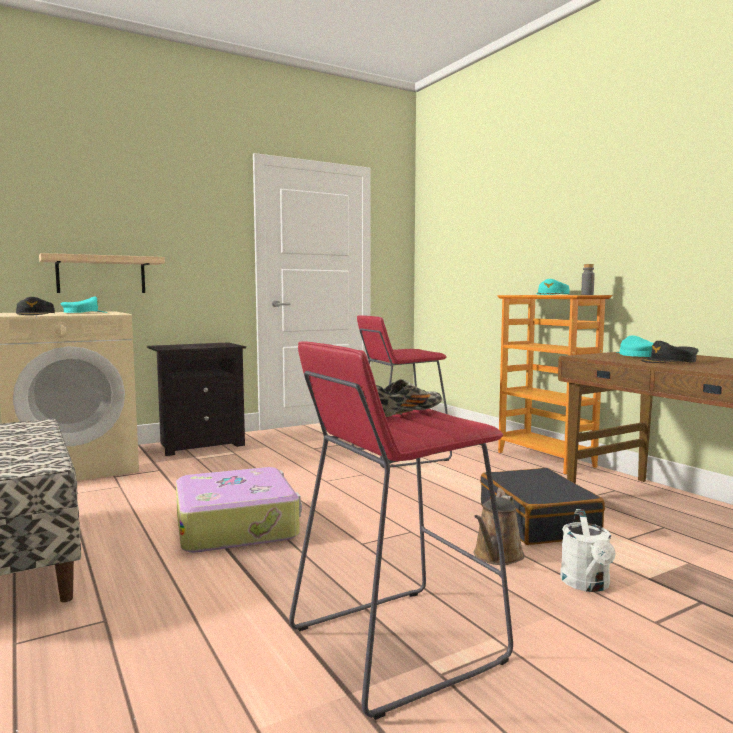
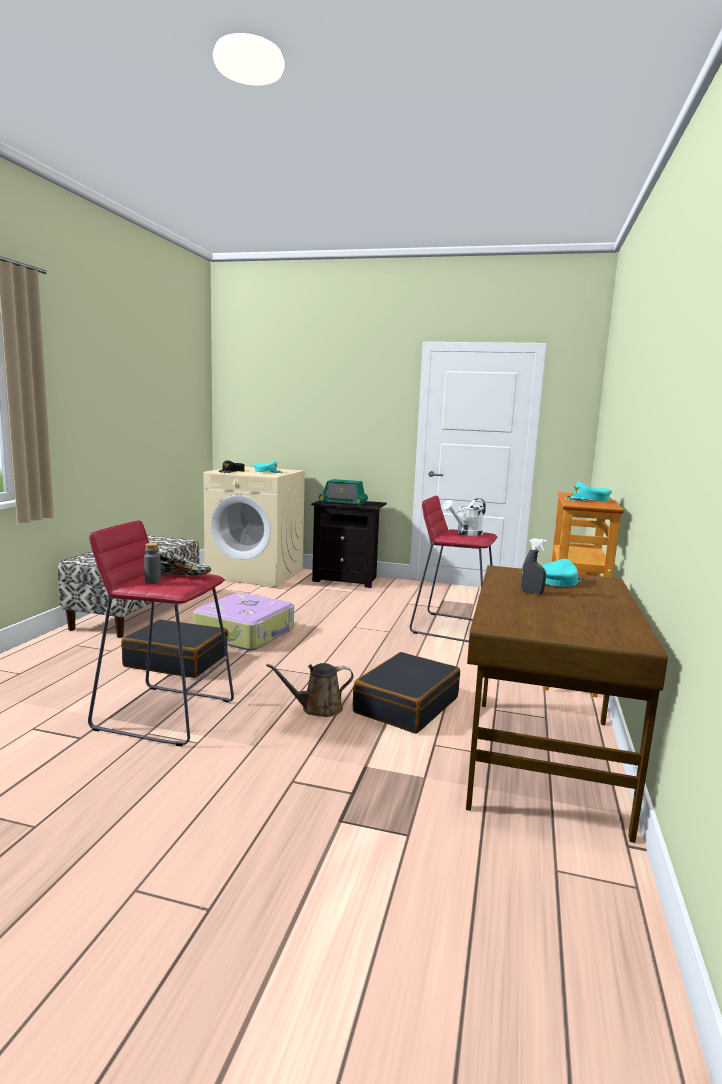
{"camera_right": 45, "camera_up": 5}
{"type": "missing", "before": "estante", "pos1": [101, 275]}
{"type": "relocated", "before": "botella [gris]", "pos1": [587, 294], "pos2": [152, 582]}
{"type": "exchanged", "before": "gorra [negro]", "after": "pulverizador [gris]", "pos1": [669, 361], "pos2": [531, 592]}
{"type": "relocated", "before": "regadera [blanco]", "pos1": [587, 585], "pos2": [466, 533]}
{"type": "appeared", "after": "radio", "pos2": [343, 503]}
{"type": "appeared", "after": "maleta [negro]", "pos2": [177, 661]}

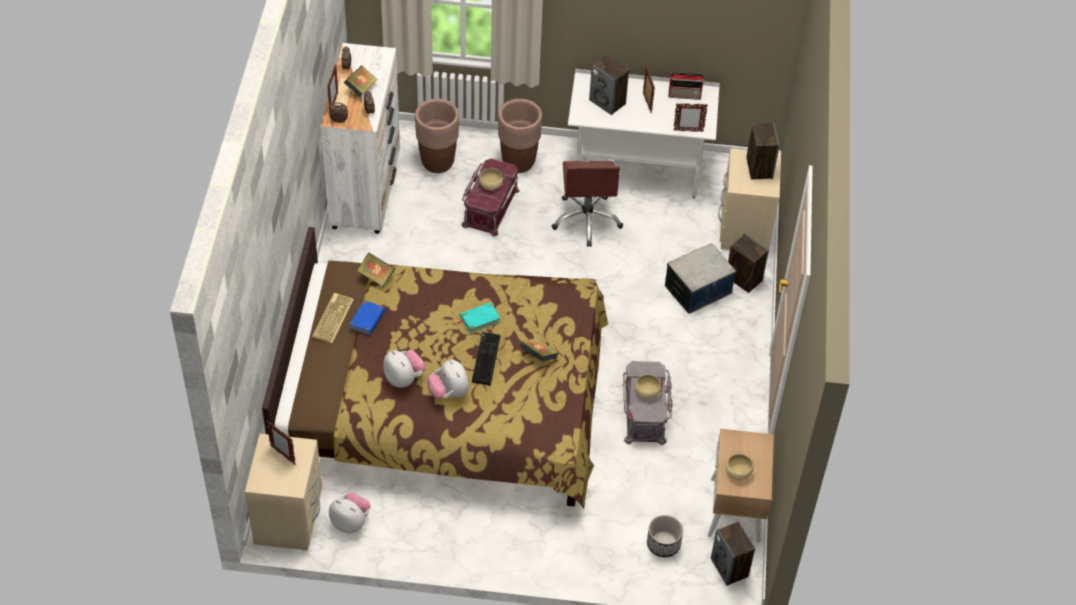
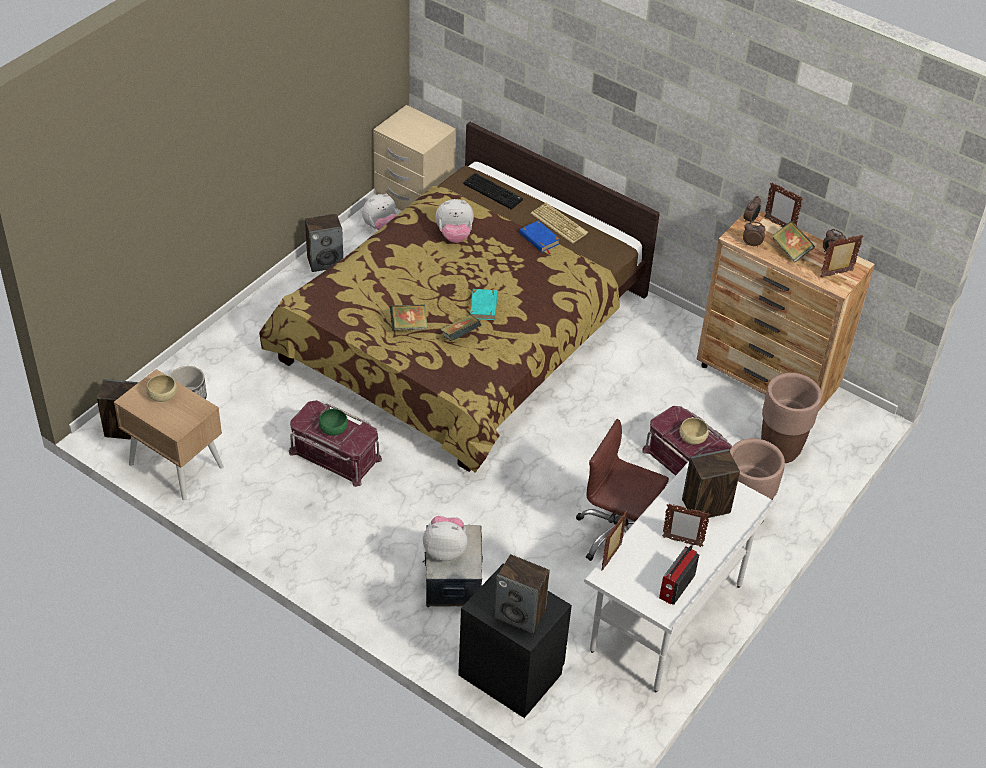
{"camera_right": 120, "camera_up": -5}
{"type": "colour", "before": "cómoda [blanco]", "after": "cómoda [marrón]", "pos1": [366, 191], "pos2": [767, 379]}
{"type": "colour", "before": "mesita de noche [beis]", "after": "mesita de noche [negro]", "pos1": [743, 229], "pos2": [511, 673]}
{"type": "relocated", "before": "altavoz", "pos1": [743, 279], "pos2": [325, 261]}
{"type": "relocated", "before": "libro", "pos1": [376, 276], "pos2": [460, 336]}
{"type": "relocated", "before": "teclado", "pos1": [485, 358], "pos2": [494, 192]}
{"type": "relocated", "before": "peluche", "pos1": [449, 392], "pos2": [445, 550]}
{"type": "colour", "before": "caja de almacenaje [gris]", "after": "caja de almacenaje [rojo]", "pos1": [645, 413], "pos2": [334, 456]}
{"type": "colour", "before": "cuenco [beis]", "after": "cuenco [verde]", "pos1": [647, 391], "pos2": [333, 428]}
{"type": "relocated", "before": "portarretratos", "pos1": [283, 455], "pos2": [837, 274]}

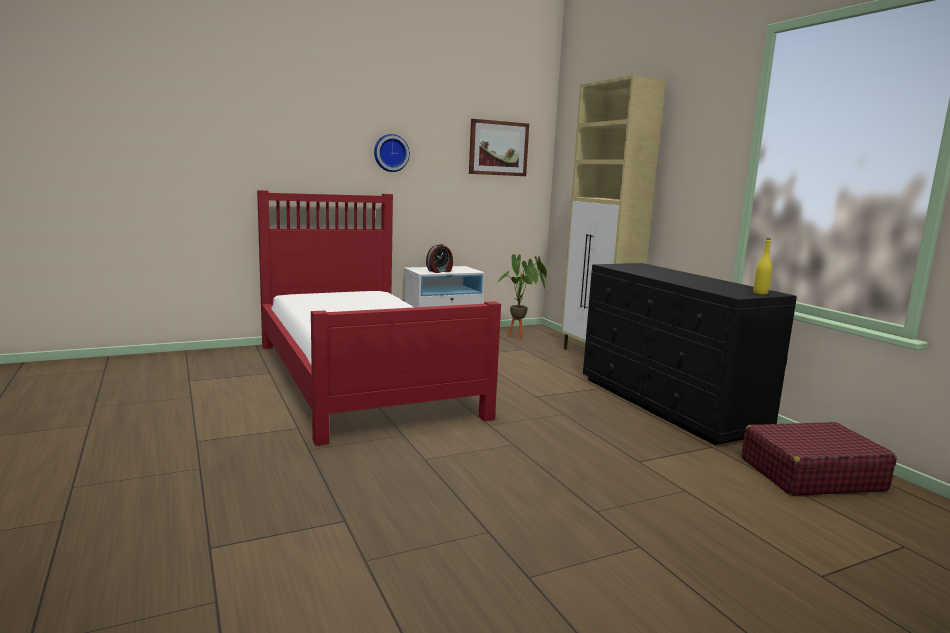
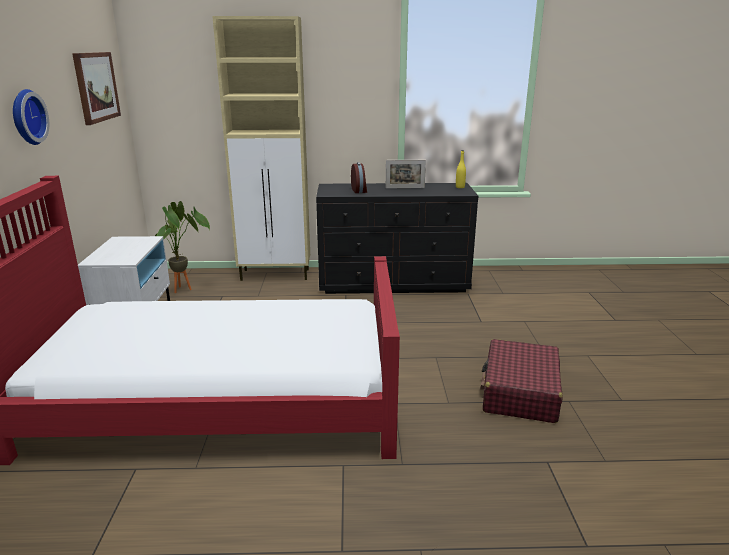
{"camera_right": -65, "camera_up": 10}
{"type": "relocated", "before": "despertador", "pos1": [440, 271], "pos2": [359, 190]}
{"type": "relocated", "before": "maleta [rojo]", "pos1": [810, 474], "pos2": [520, 392]}
{"type": "appeared", "after": "portarretratos", "pos2": [405, 188]}

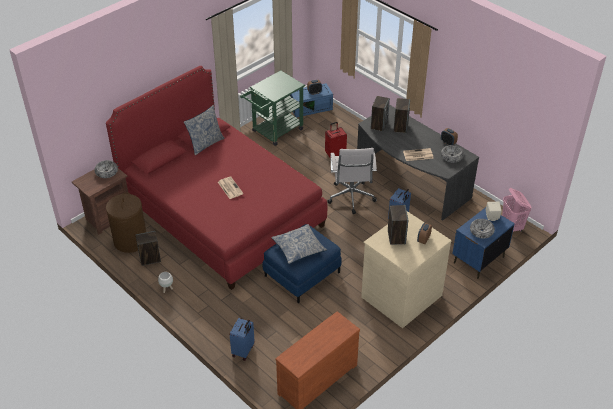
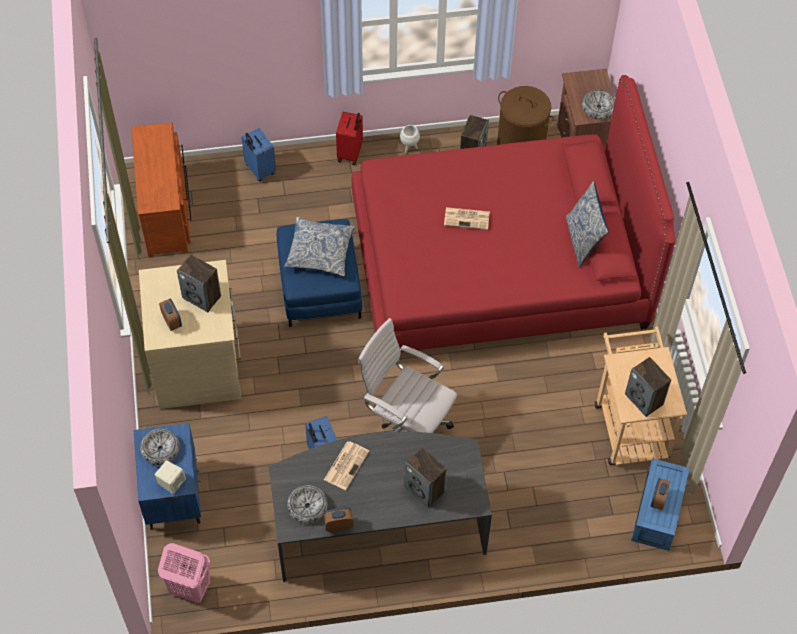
{"camera_right": 125, "camera_up": 15}
{"type": "colour", "before": "carrito [verde]", "after": "carrito [beis]", "pos1": [274, 132], "pos2": [629, 423]}
{"type": "relocated", "before": "altavoz", "pos1": [379, 125], "pos2": [644, 399]}
{"type": "relocated", "before": "maleta [rojo]", "pos1": [335, 155], "pos2": [350, 153]}

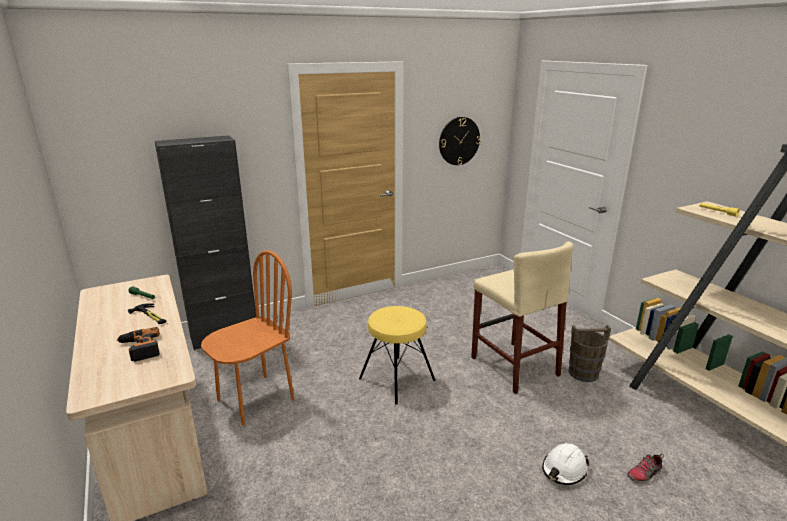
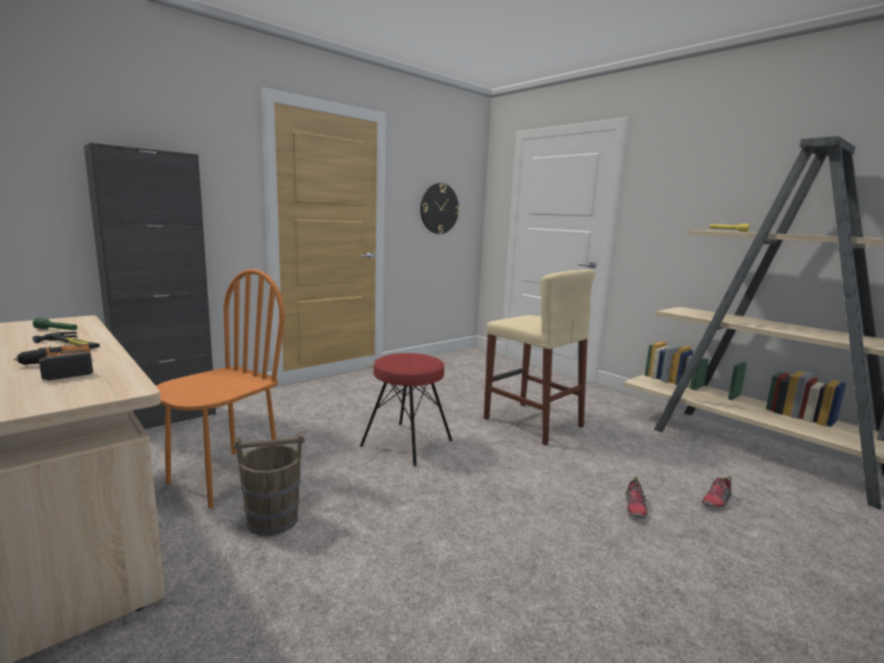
{"camera_right": -15, "camera_up": -10}
{"type": "colour", "before": "taburete [amarillo]", "after": "taburete [rojo]", "pos1": [397, 379], "pos2": [407, 443]}
{"type": "relocated", "before": "cubo [marrón]", "pos1": [583, 373], "pos2": [272, 520]}
{"type": "exchanged", "before": "casco [blanco]", "after": "zapato", "pos1": [564, 470], "pos2": [635, 508]}

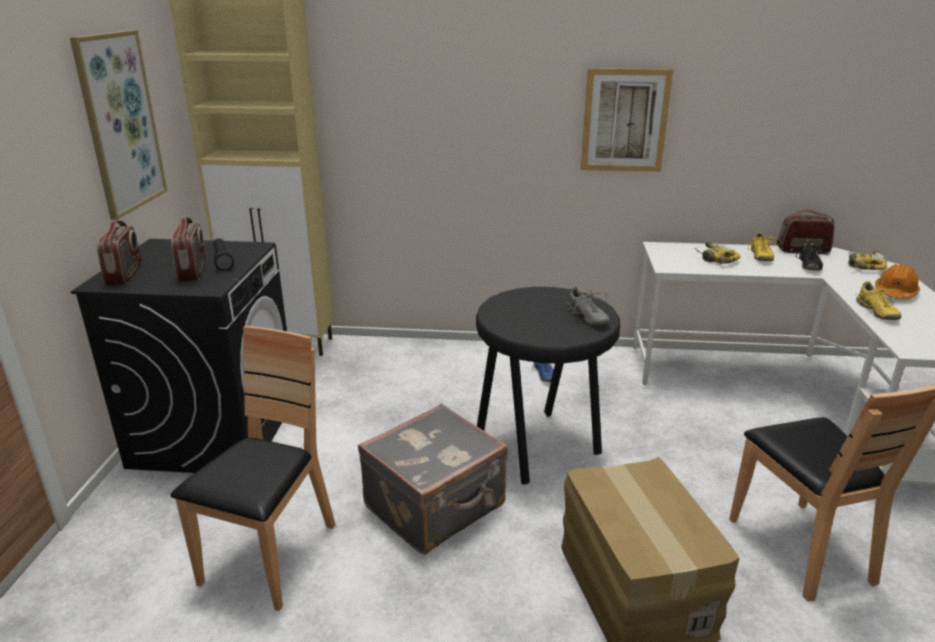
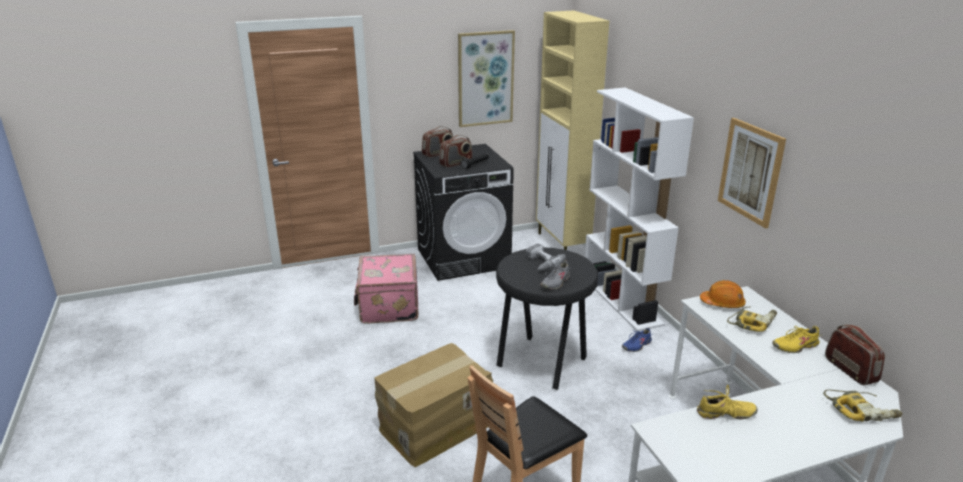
{"camera_right": 65, "camera_up": 0}
{"type": "missing", "before": "zapato [negro]", "pos1": [808, 265]}
{"type": "relocated", "before": "casco [naranja]", "pos1": [895, 293], "pos2": [722, 303]}
{"type": "spun", "before": "zapato [amarillo]", "pos1": [876, 312], "pos2": [725, 414], "turn": -150}
{"type": "exchanged", "before": "silla [marrón]", "after": "maleta [rosa]", "pos1": [270, 556], "pos2": [388, 307]}
{"type": "missing", "before": "maleta [gris]", "pos1": [436, 507]}
{"type": "appeared", "after": "estantería [blanco]", "pos2": [622, 300]}
{"type": "appeared", "after": "taladro", "pos2": [540, 262]}

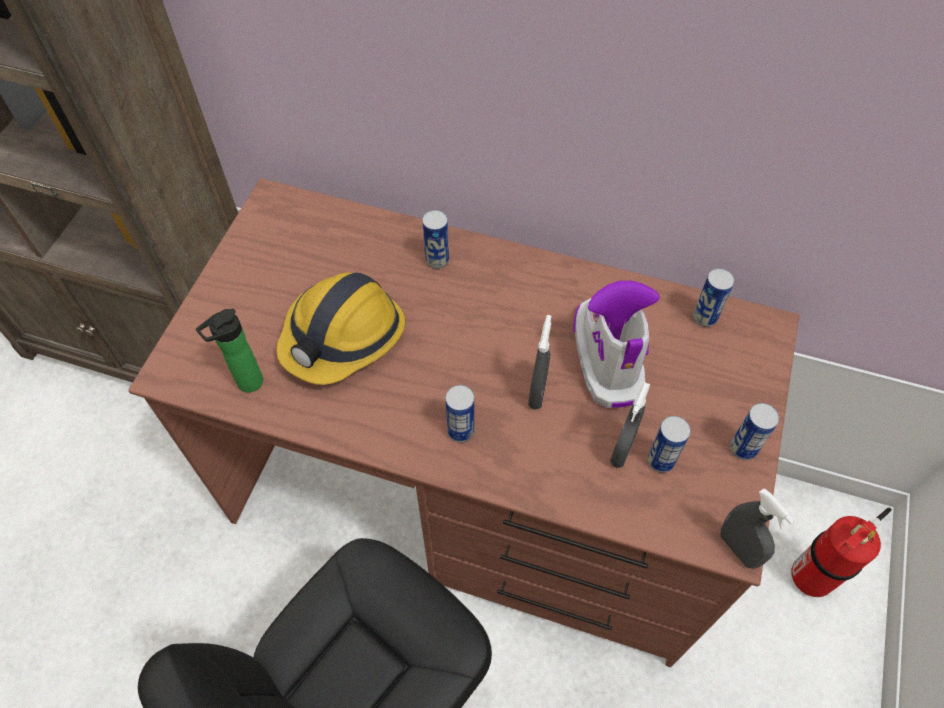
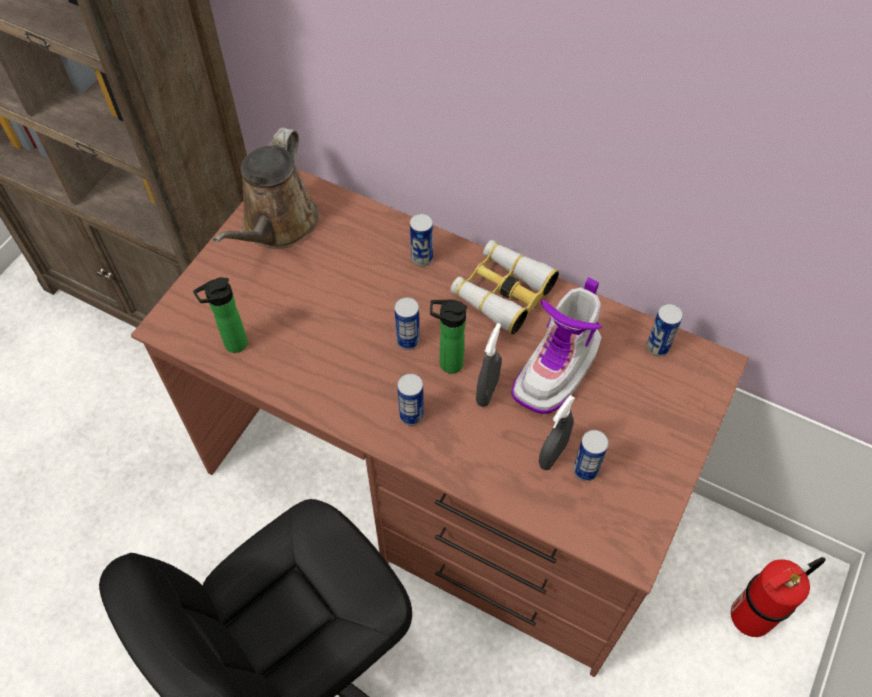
{"camera_right": 10, "camera_up": 0}
{"type": "missing", "before": "casco", "pos1": [343, 336]}
{"type": "spun", "before": "bota", "pos1": [606, 357], "pos2": [557, 369], "turn": -150}
{"type": "relocated", "before": "lata", "pos1": [743, 448], "pos2": [408, 341]}
{"type": "missing", "before": "pulverizador [gris]", "pos1": [738, 549]}
{"type": "appeared", "after": "regadera [marrón]", "pos2": [277, 226]}
{"type": "appeared", "after": "prismáticos", "pos2": [502, 292]}
{"type": "appeared", "after": "botella", "pos2": [447, 363]}

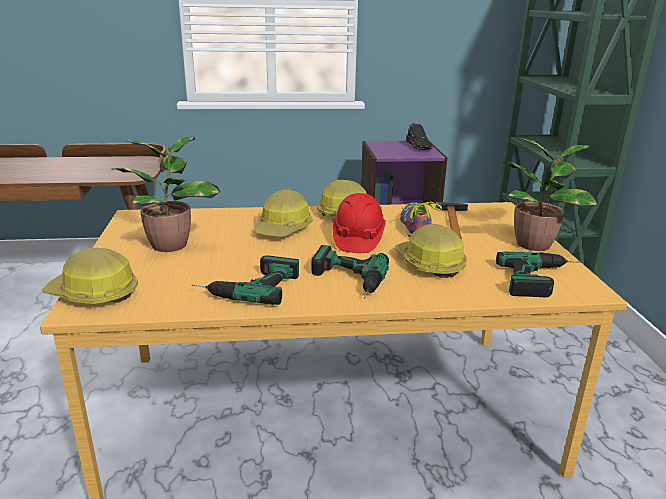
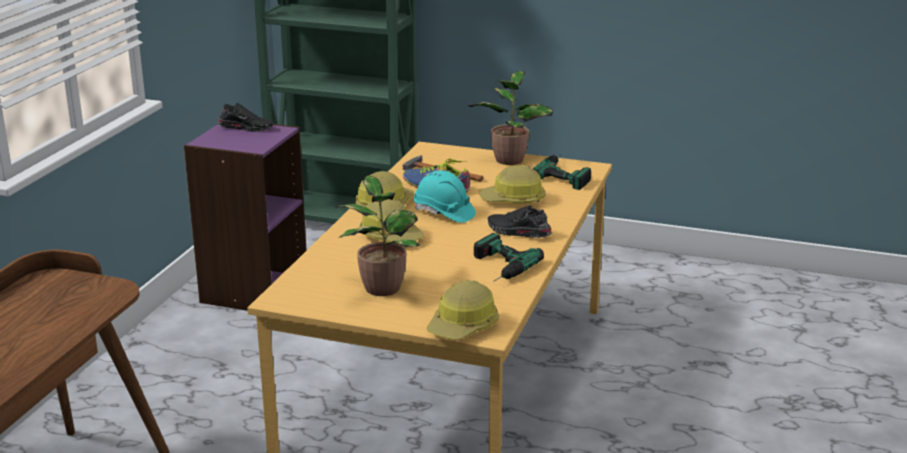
{"camera_right": -65, "camera_up": 0}
{"type": "colour", "before": "casco [rojo]", "after": "casco [turquesa]", "pos1": [357, 239], "pos2": [444, 213]}
{"type": "exchanged", "before": "taladro", "after": "zapato [negro]", "pos1": [345, 281], "pos2": [518, 232]}

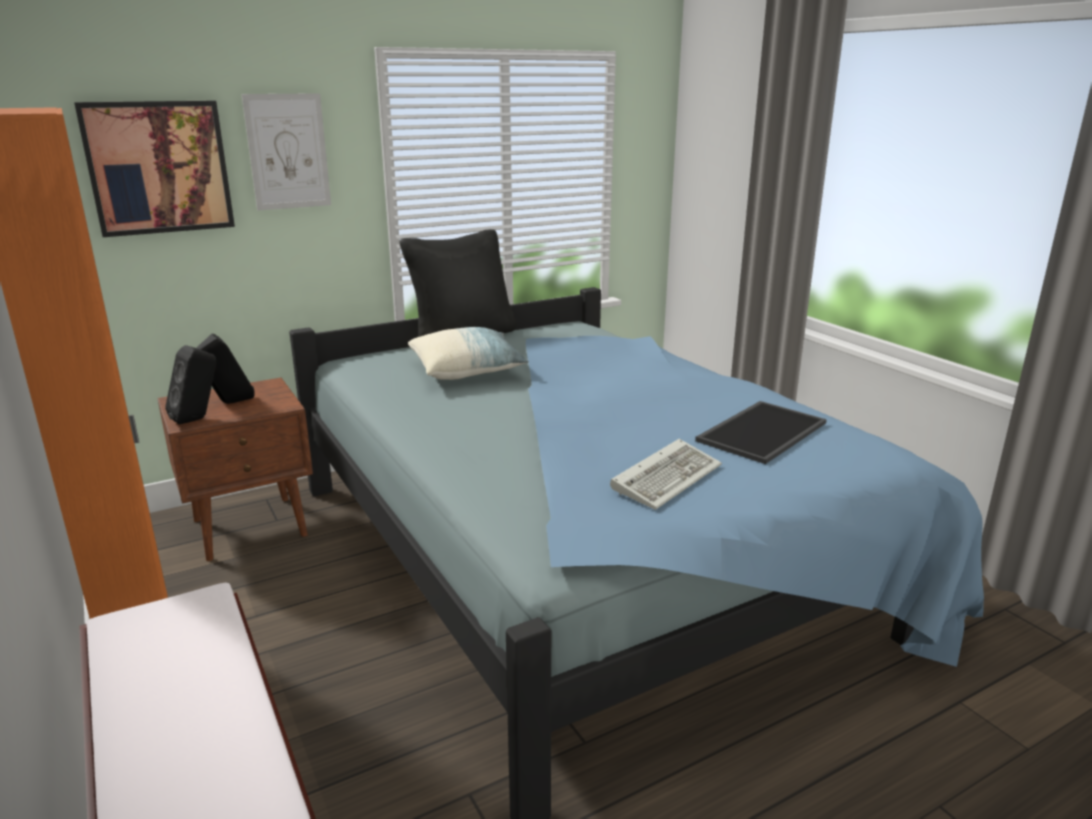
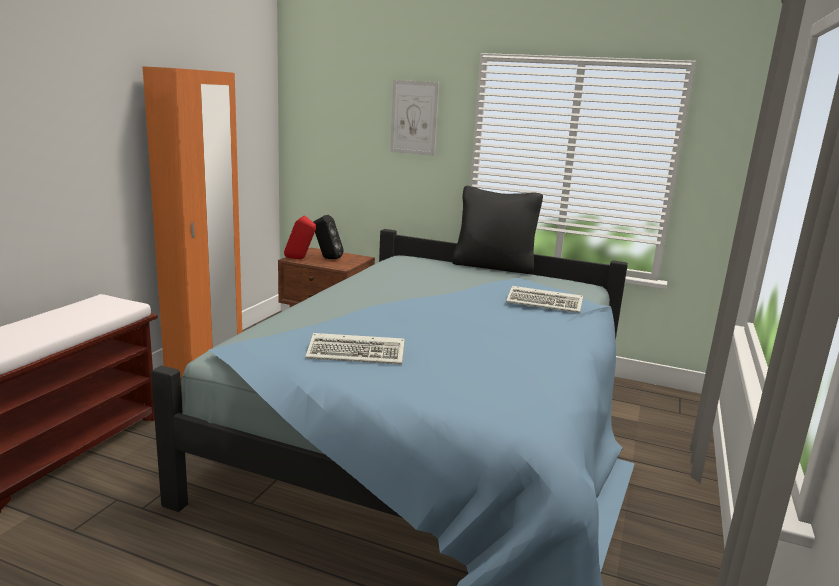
{"camera_right": 50, "camera_up": -5}
{"type": "missing", "before": "cuadro", "pos1": [158, 167]}
{"type": "missing", "before": "cojín", "pos1": [467, 370]}
{"type": "colour", "before": "altavoz [negro]", "after": "altavoz [rojo]", "pos1": [198, 419], "pos2": [300, 259]}
{"type": "missing", "before": "bandeja", "pos1": [761, 431]}
{"type": "appeared", "after": "teclado", "pos2": [546, 303]}

